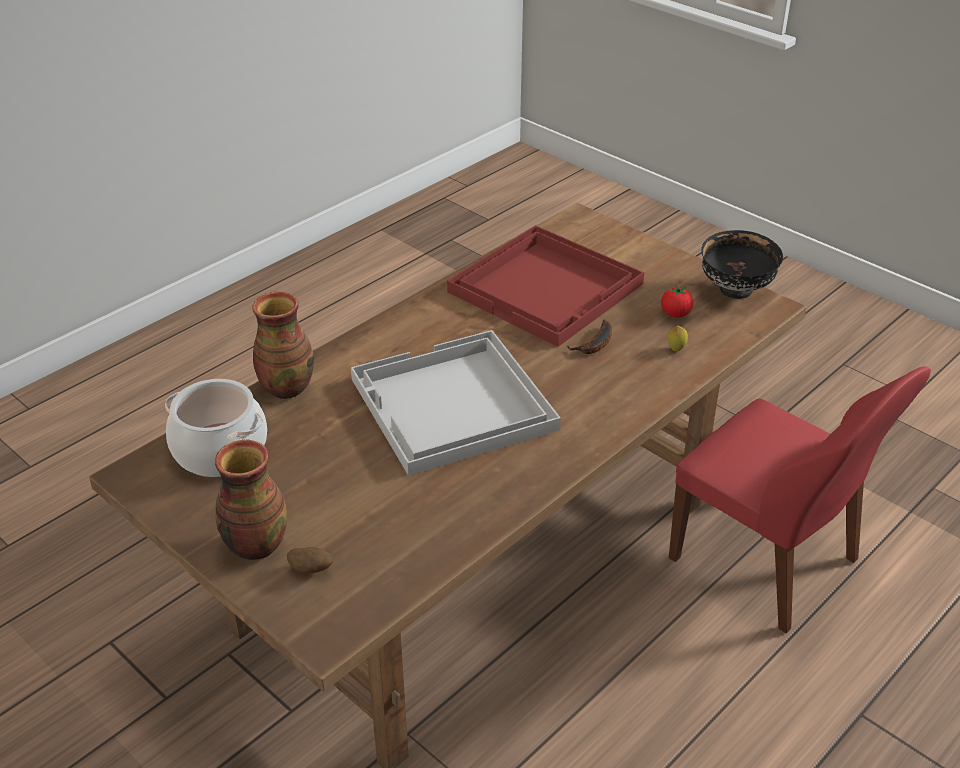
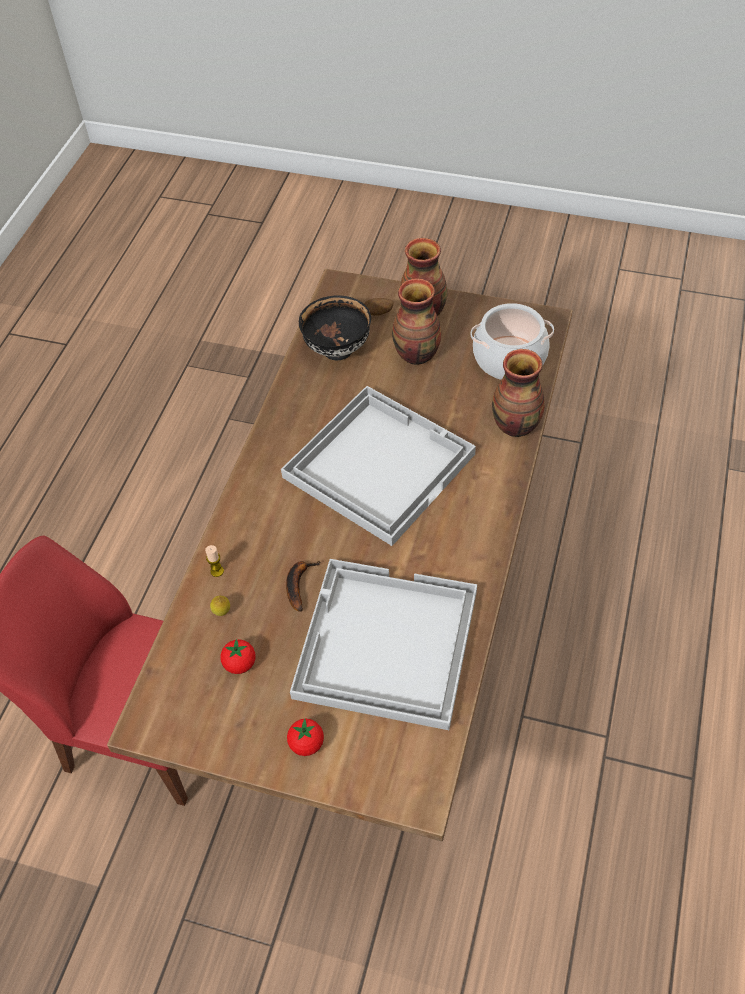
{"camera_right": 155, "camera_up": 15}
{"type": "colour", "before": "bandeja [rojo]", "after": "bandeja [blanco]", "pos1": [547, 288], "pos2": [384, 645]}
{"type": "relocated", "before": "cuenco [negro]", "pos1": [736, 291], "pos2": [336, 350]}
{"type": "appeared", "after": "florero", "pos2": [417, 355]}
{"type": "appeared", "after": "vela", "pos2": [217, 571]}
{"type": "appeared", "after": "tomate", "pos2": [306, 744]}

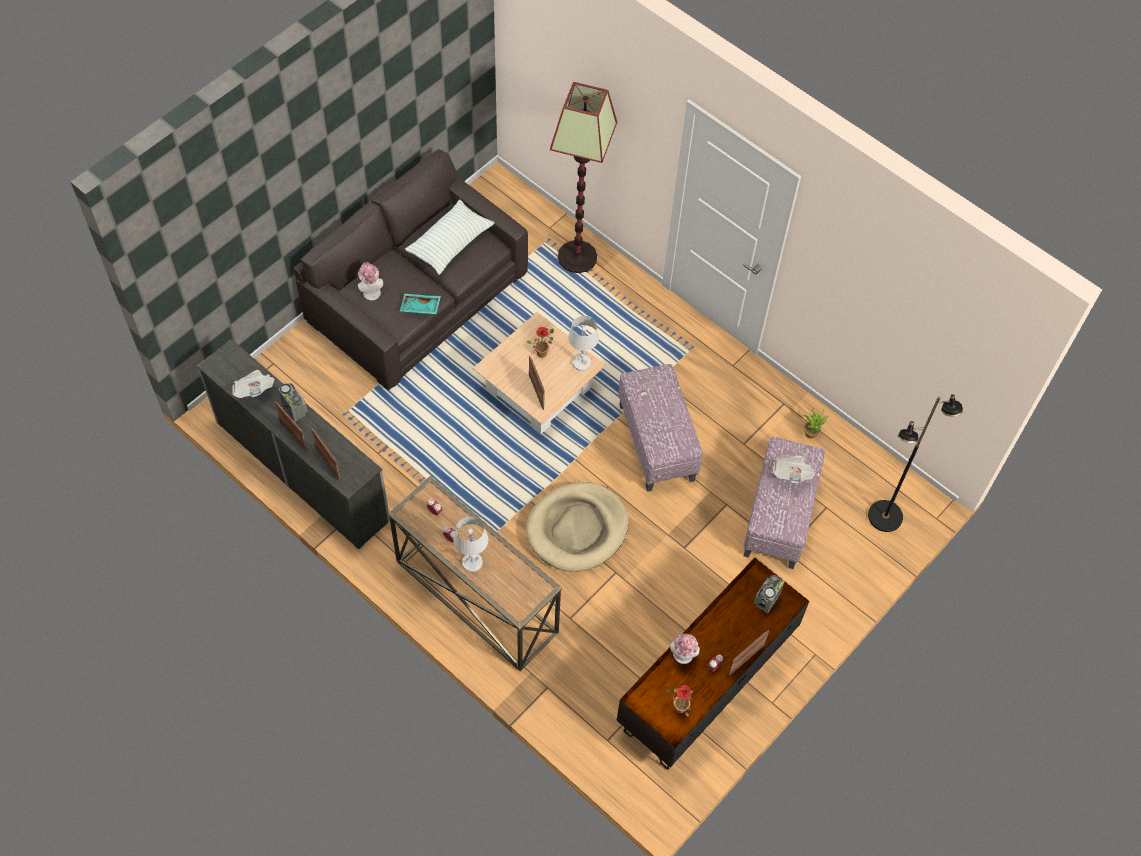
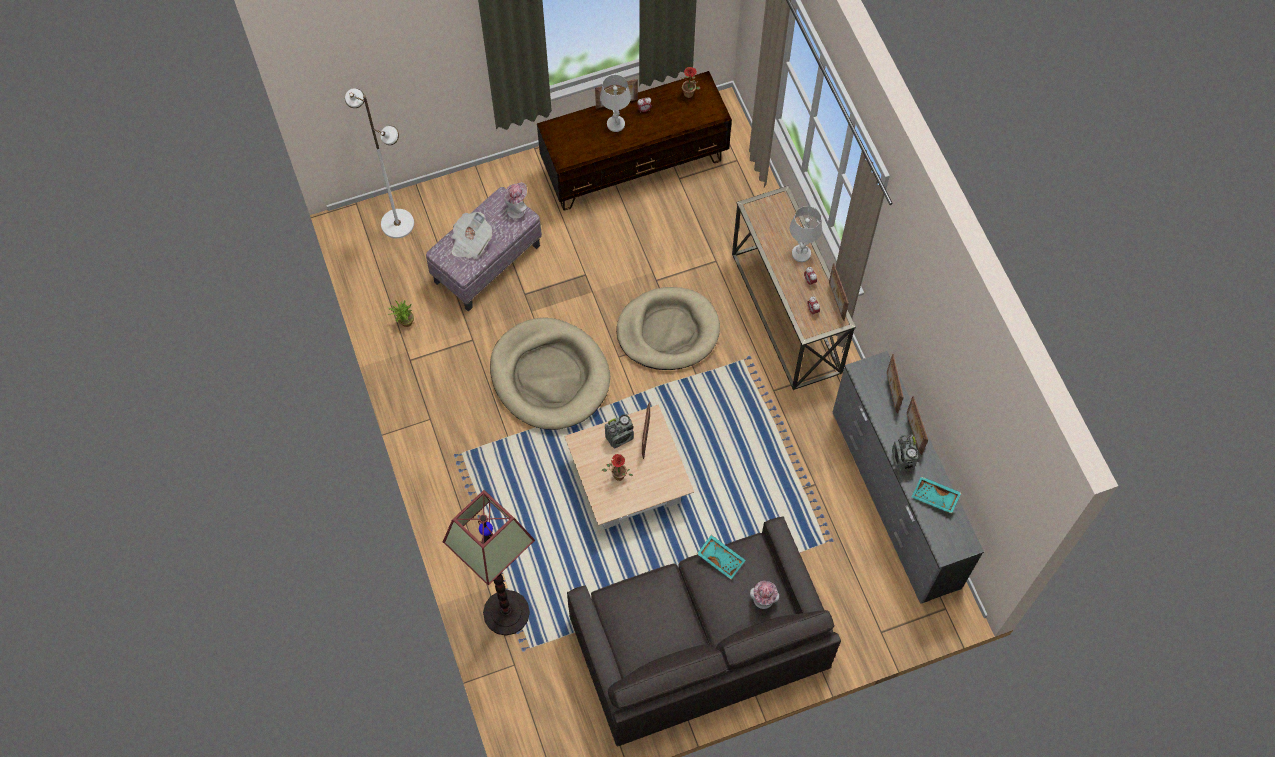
{"camera_right": -150, "camera_up": 5}
{"type": "missing", "before": "cojín", "pos1": [450, 243]}
{"type": "relocated", "before": "lámpara de mesa [blanco]", "pos1": [582, 363], "pos2": [615, 124]}
{"type": "exchanged", "before": "puf", "after": "cama para perro [beis]", "pos1": [657, 442], "pos2": [549, 376]}
{"type": "exchanged", "before": "periódico", "after": "bandeja [turquesa]", "pos1": [254, 390], "pos2": [934, 498]}
{"type": "colour", "before": "lámpara de pie [negro]", "after": "lámpara de pie [blanco]", "pos1": [885, 517], "pos2": [397, 223]}
{"type": "relocated", "before": "radio", "pos1": [766, 600], "pos2": [620, 437]}
{"type": "relocated", "before": "sombrero", "pos1": [683, 657], "pos2": [517, 209]}
{"type": "appeared", "after": "portarretratos", "pos2": [835, 301]}

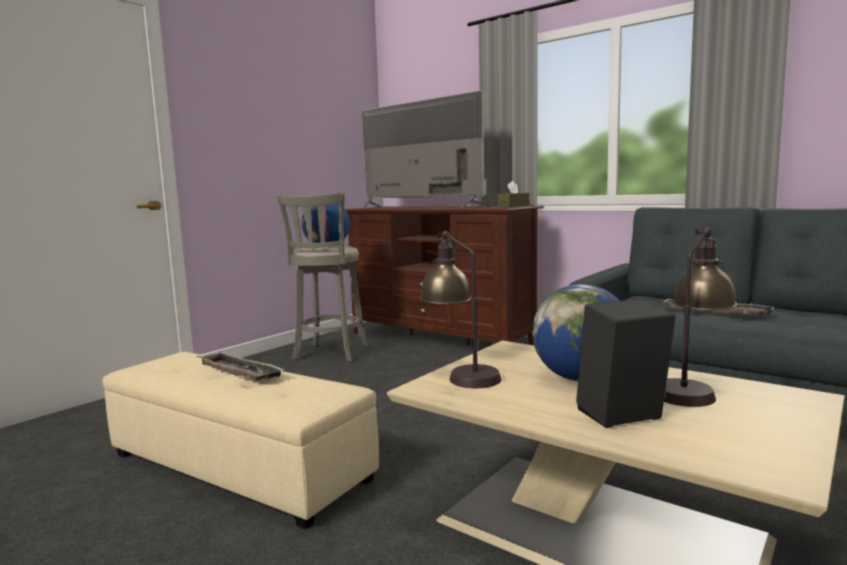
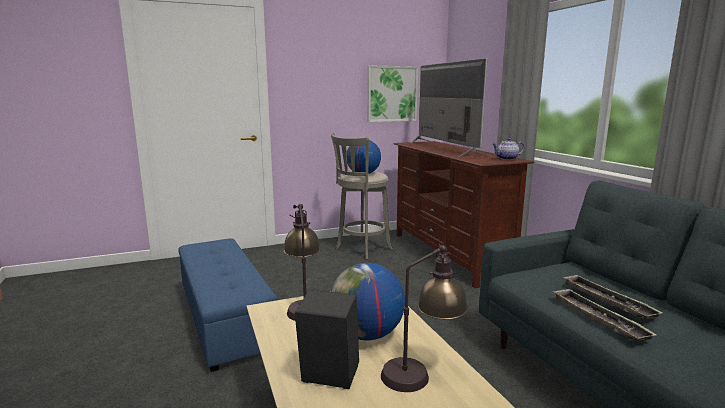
{"camera_right": 30, "camera_up": 5}
{"type": "exchanged", "before": "caja de pañuelos [marrón]", "after": "tetera", "pos1": [513, 206], "pos2": [507, 158]}
{"type": "relocated", "before": "bandeja", "pos1": [239, 372], "pos2": [598, 318]}
{"type": "colour", "before": "puf [beis]", "after": "puf [azul]", "pos1": [237, 467], "pos2": [224, 319]}
{"type": "appeared", "after": "cuadro", "pos2": [392, 94]}

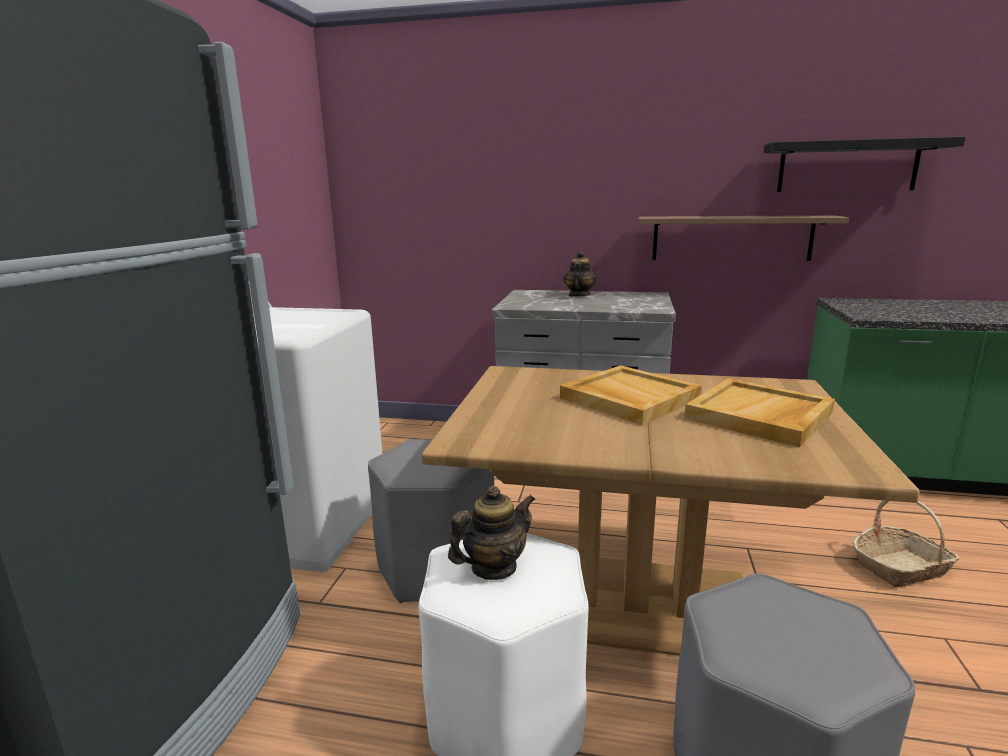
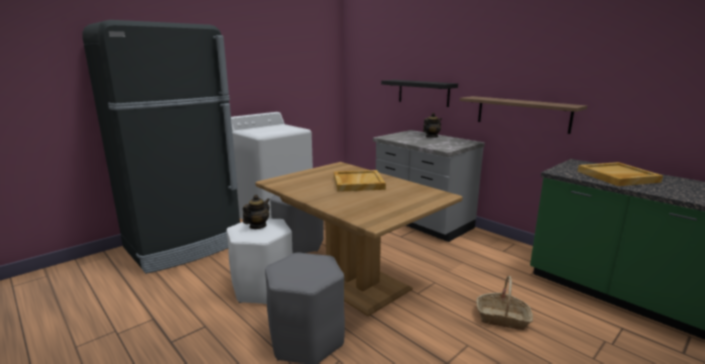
{"camera_right": 35, "camera_up": 0}
{"type": "relocated", "before": "estante [negro]", "pos1": [847, 167], "pos2": [423, 92]}
{"type": "relocated", "before": "bandeja [beis]", "pos1": [759, 416], "pos2": [617, 177]}
{"type": "spun", "before": "tetera", "pos1": [493, 568], "pos2": [257, 226], "turn": -60}

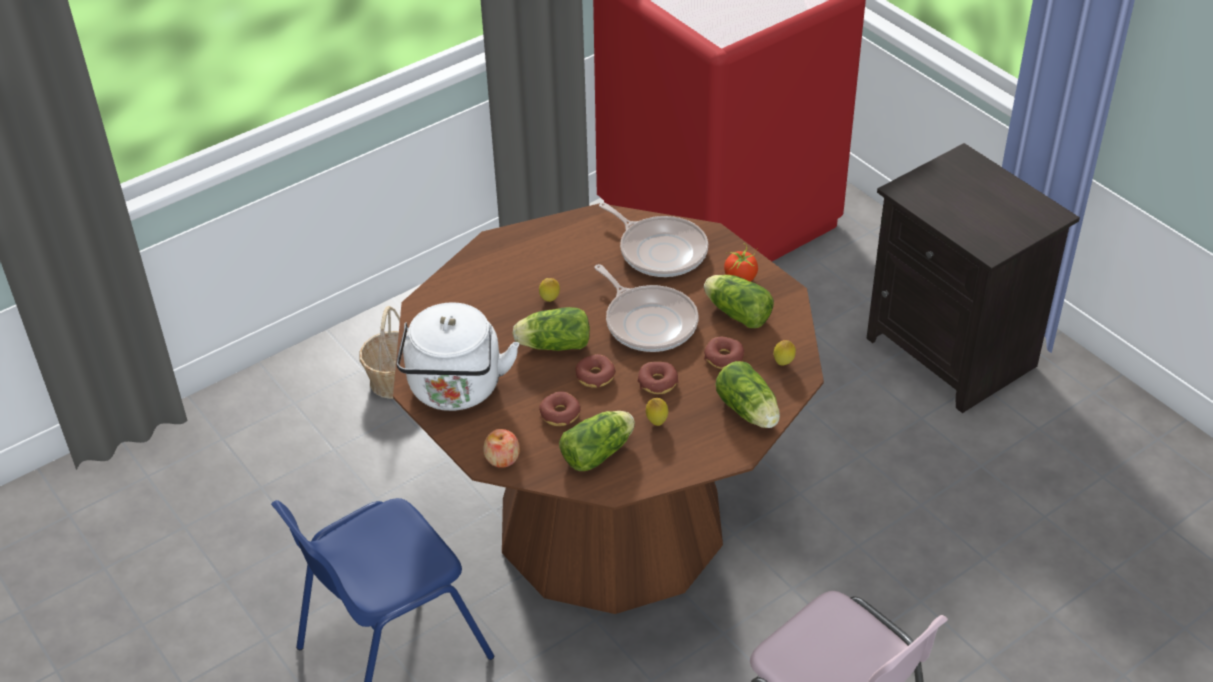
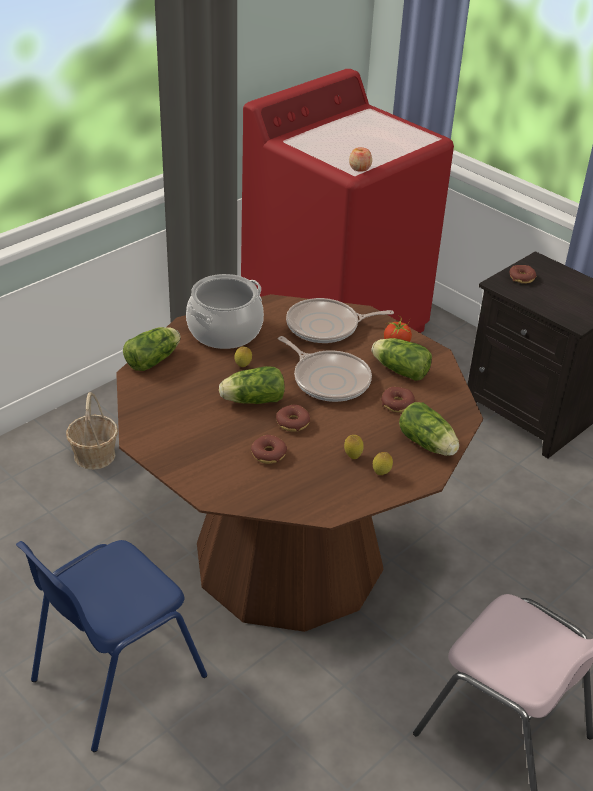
{"camera_right": -10, "camera_up": -5}
{"type": "spun", "before": "sartén", "pos1": [660, 250], "pos2": [326, 326], "turn": 135}
{"type": "missing", "before": "hervidor [blanco]", "pos1": [456, 391]}
{"type": "relocated", "before": "limón", "pos1": [783, 364], "pos2": [381, 474]}
{"type": "relocated", "before": "rosquilla", "pos1": [658, 382], "pos2": [521, 278]}
{"type": "relocated", "before": "lechuga", "pos1": [600, 452], "pos2": [154, 359]}
{"type": "relocated", "before": "manzana", "pos1": [502, 458], "pos2": [360, 168]}
{"type": "appeared", "after": "olla", "pos2": [224, 331]}

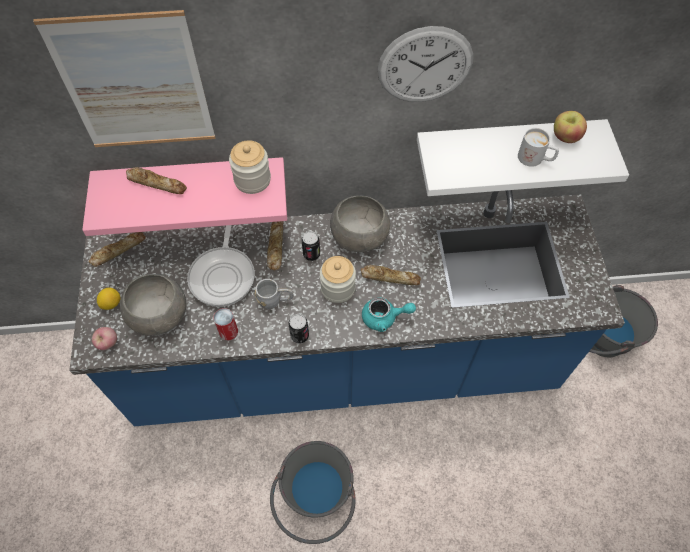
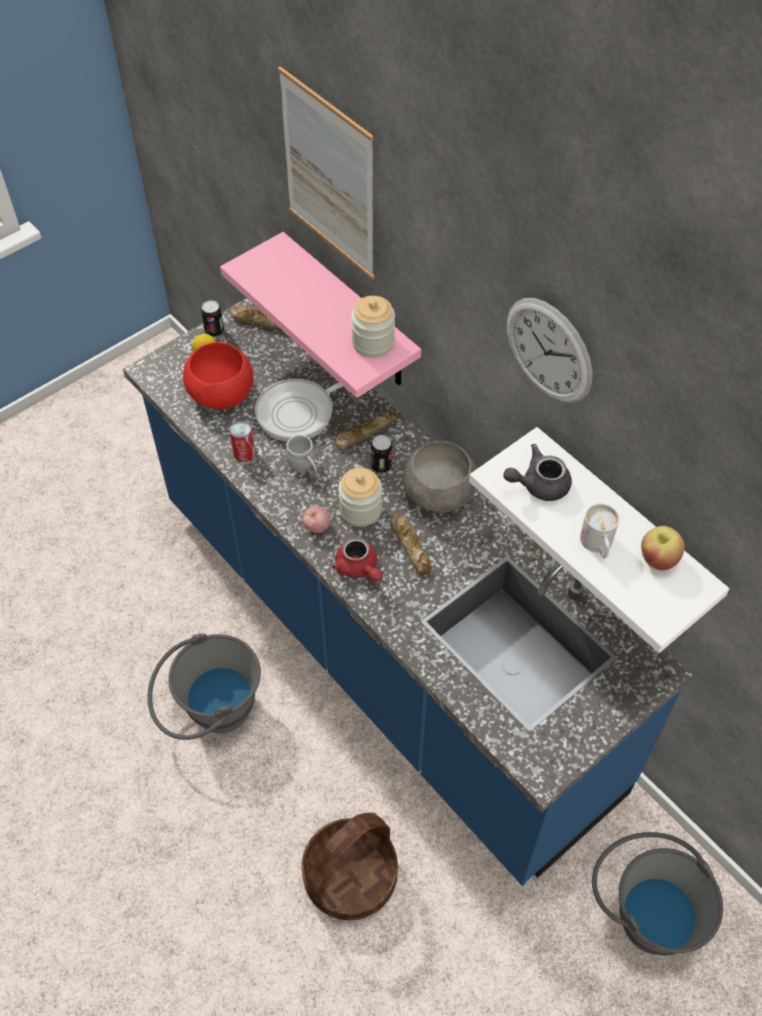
{"camera_right": 55, "camera_up": -5}
{"type": "missing", "before": "pan", "pos1": [157, 183]}
{"type": "colour", "before": "cuenco [gris]", "after": "cuenco [rojo]", "pos1": [159, 314], "pos2": [221, 393]}
{"type": "colour", "before": "tetera [turquesa]", "after": "tetera [rojo]", "pos1": [384, 318], "pos2": [358, 568]}
{"type": "relocated", "before": "lata", "pos1": [299, 336], "pos2": [214, 331]}
{"type": "relocated", "before": "manzana", "pos1": [108, 343], "pos2": [317, 527]}
{"type": "appeared", "after": "tetera [gris]", "pos2": [538, 485]}
{"type": "appeared", "after": "cesta", "pos2": [350, 877]}

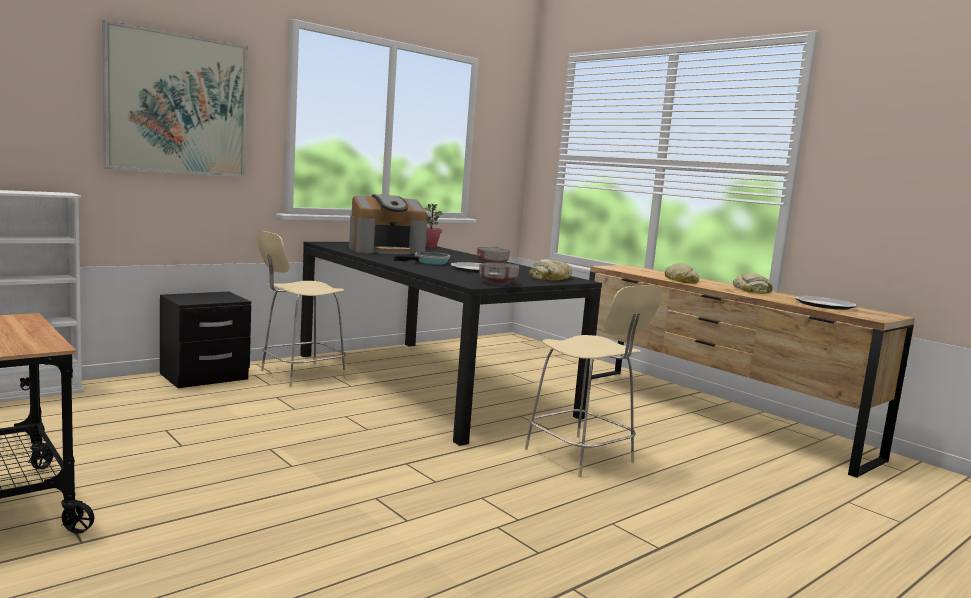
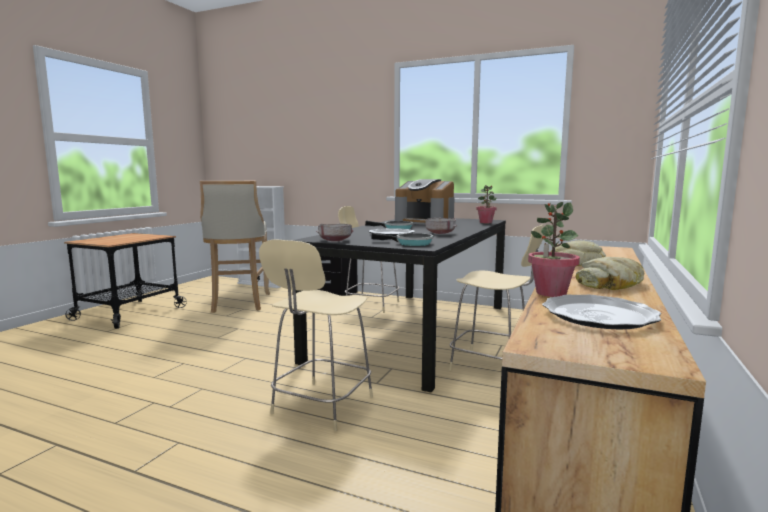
{"camera_right": 65, "camera_up": 0}
{"type": "missing", "before": "cuadro", "pos1": [177, 104]}
{"type": "exchanged", "before": "pan", "after": "sartén", "pos1": [551, 278], "pos2": [411, 243]}
{"type": "appeared", "after": "taburete [beis]", "pos2": [238, 303]}
{"type": "appeared", "after": "planta en maceta", "pos2": [550, 293]}
{"type": "appeared", "after": "silla [beis]", "pos2": [492, 366]}

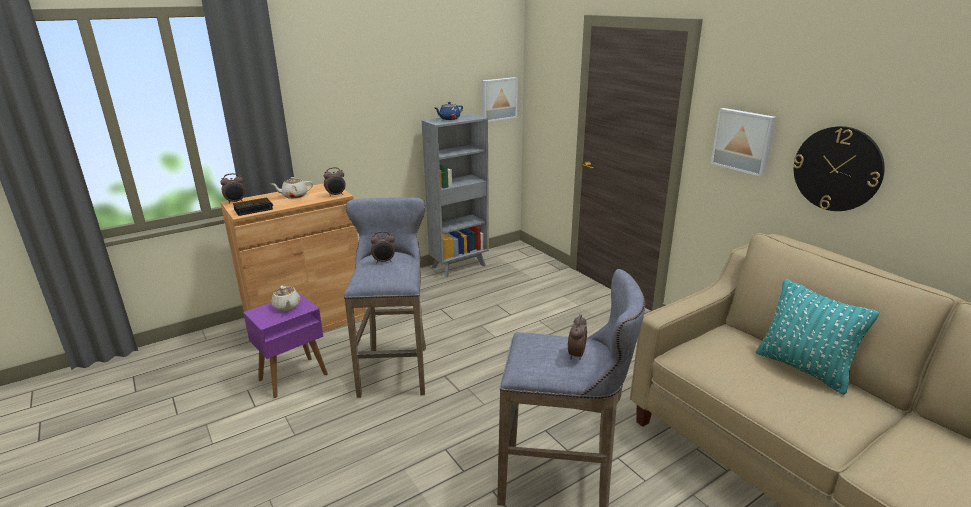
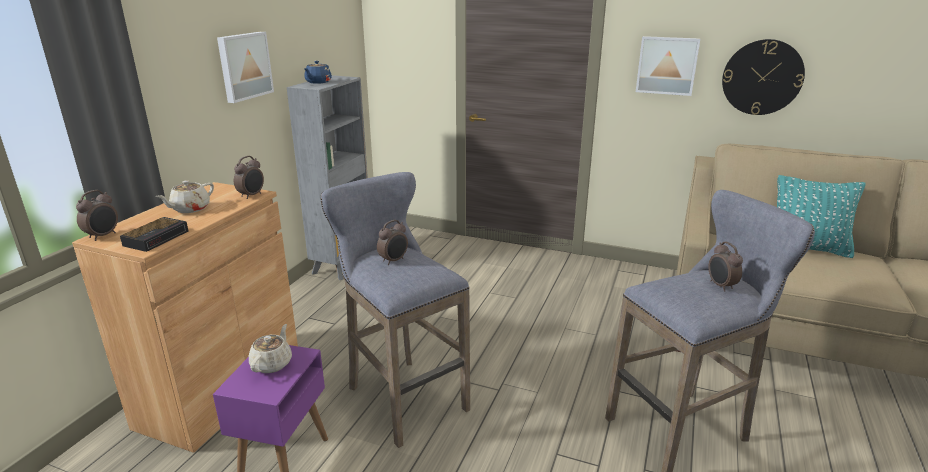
{"camera_right": -35, "camera_up": 0}
{"type": "relocated", "before": "cuadro", "pos1": [498, 99], "pos2": [244, 66]}
{"type": "spun", "before": "tetera [beis]", "pos1": [287, 307], "pos2": [272, 363], "turn": -105}

